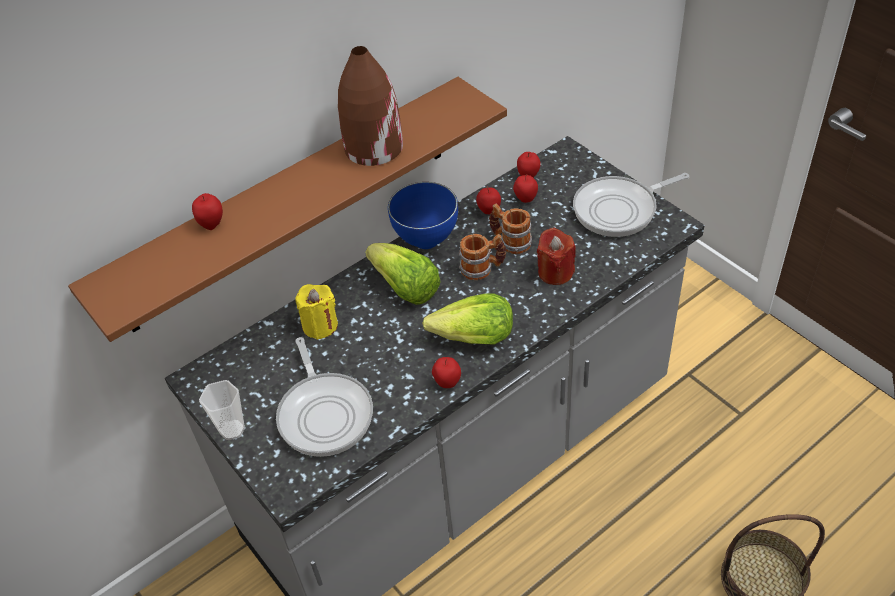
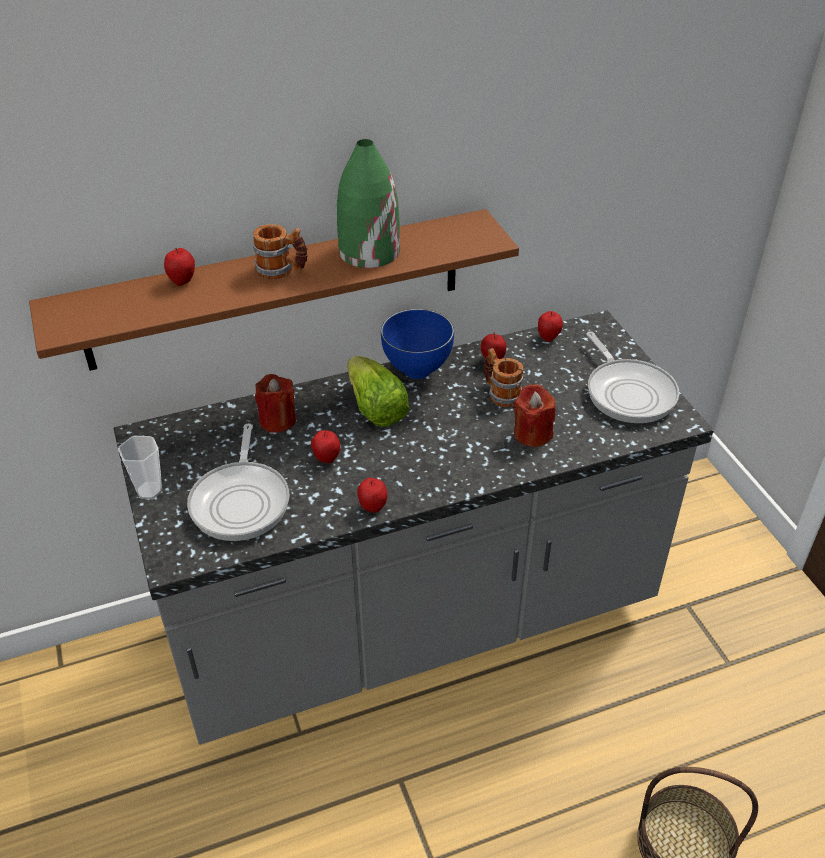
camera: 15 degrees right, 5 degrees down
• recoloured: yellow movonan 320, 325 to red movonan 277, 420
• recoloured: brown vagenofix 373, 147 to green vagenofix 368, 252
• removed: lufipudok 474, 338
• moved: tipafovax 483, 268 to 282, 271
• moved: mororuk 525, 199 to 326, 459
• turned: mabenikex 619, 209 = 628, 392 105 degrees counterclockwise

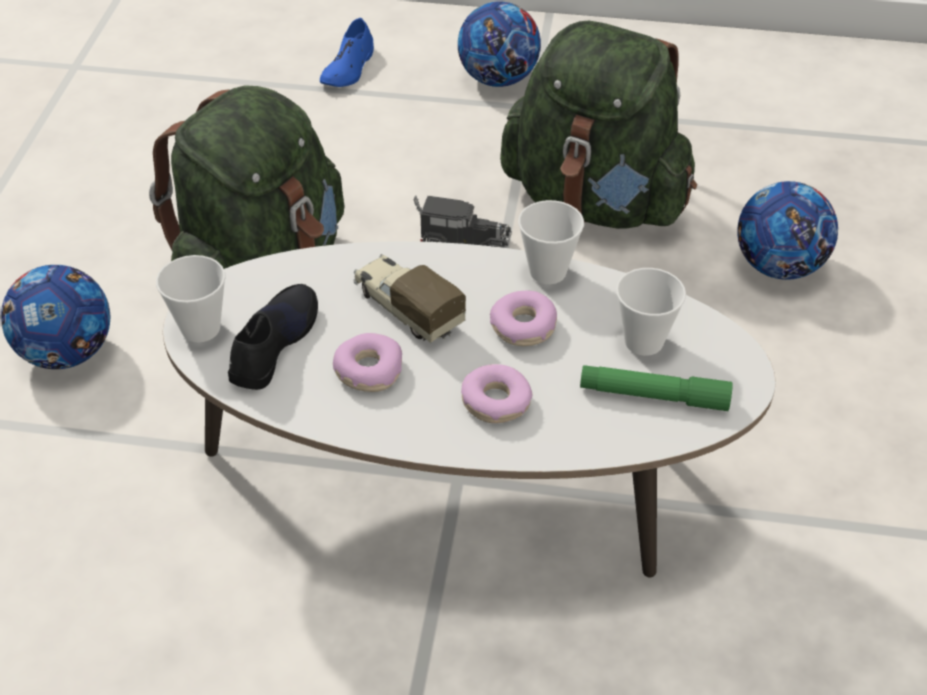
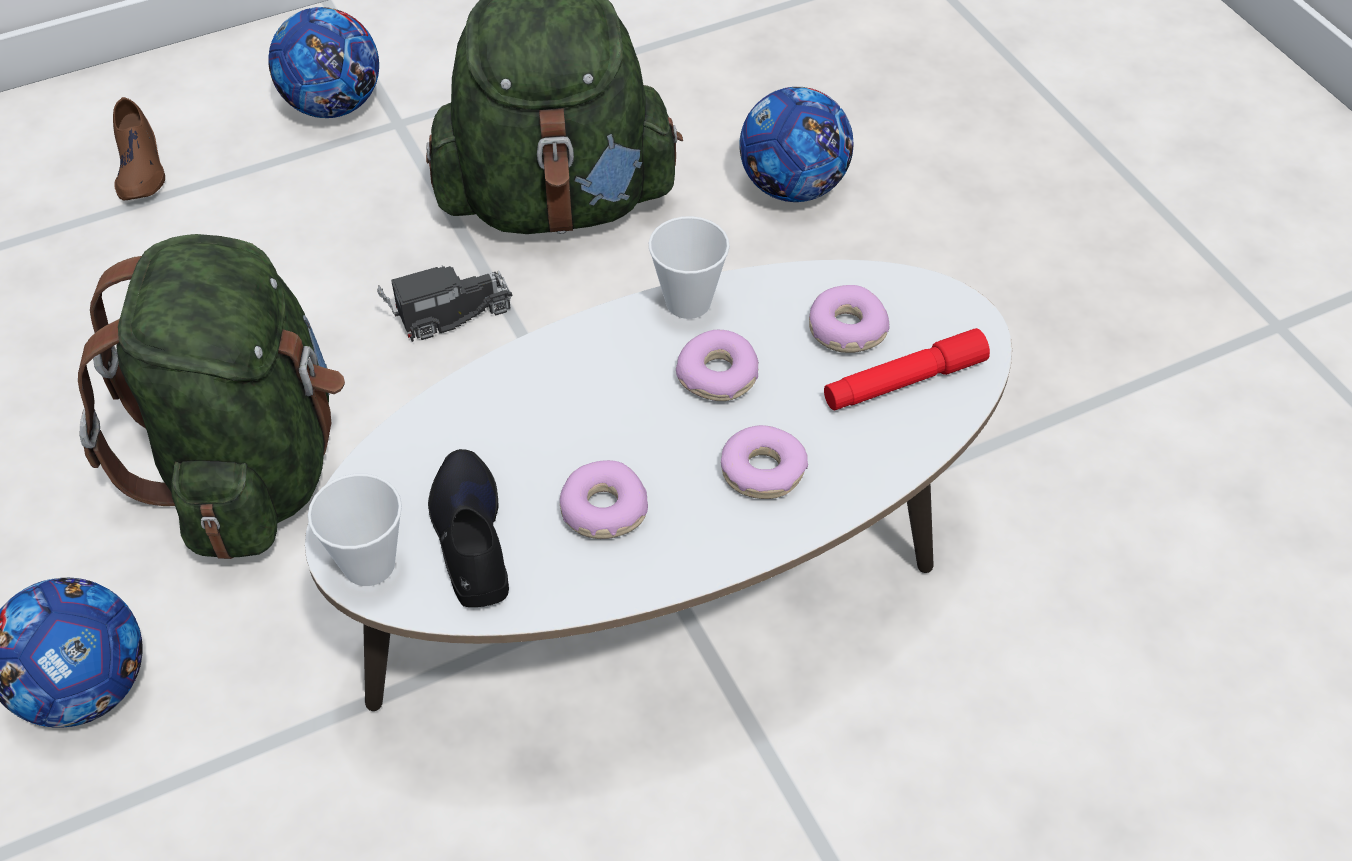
camera: 35 degrees left, 5 degrees up
• recoloured: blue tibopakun 348, 68 to brown tibopakun 139, 167
• removed: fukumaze 406, 309
• recoloured: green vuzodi 653, 396 to red vuzodi 904, 382
• replaced: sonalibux 643, 341 to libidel 846, 329

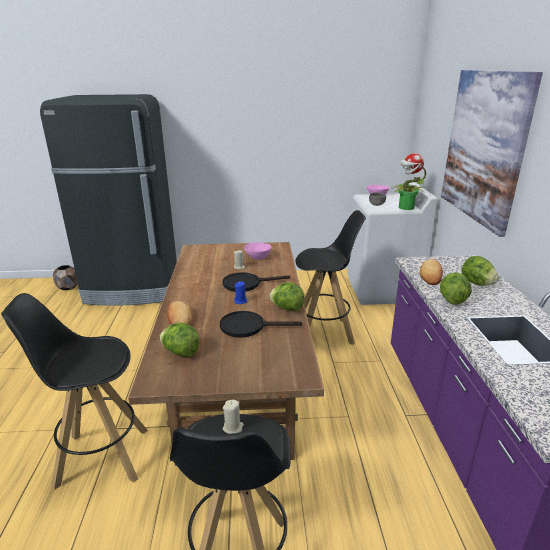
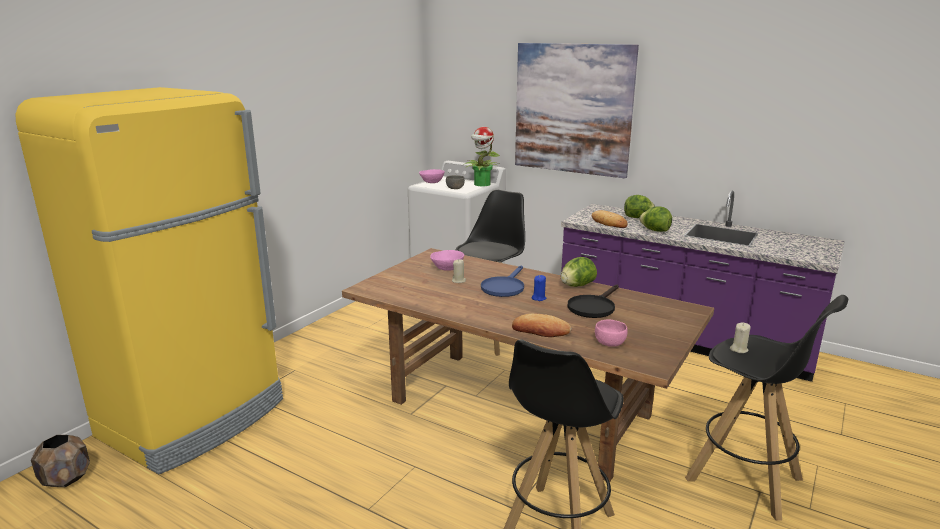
camera: 55 degrees left, 5 degrees down
• recoloured: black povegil 133, 289 to yellow povegil 195, 418
• replaced: lufipudok 181, 352 to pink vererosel 610, 343
• recoloured: black mabenikex 247, 284 to blue mabenikex 504, 287

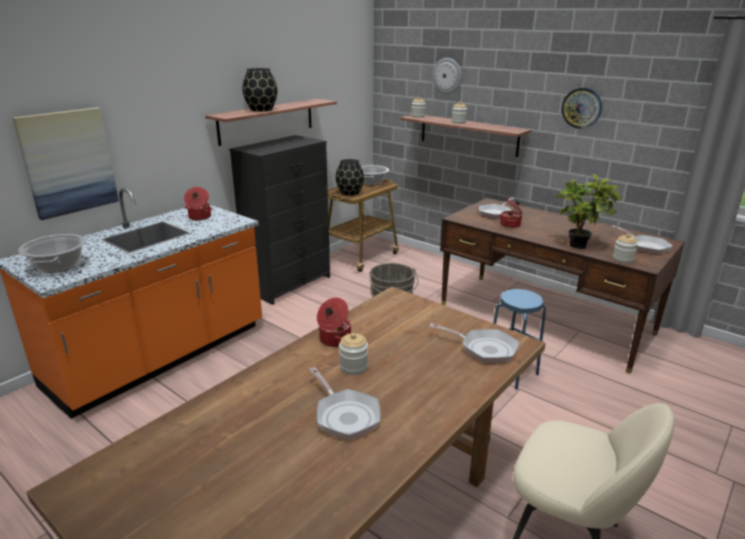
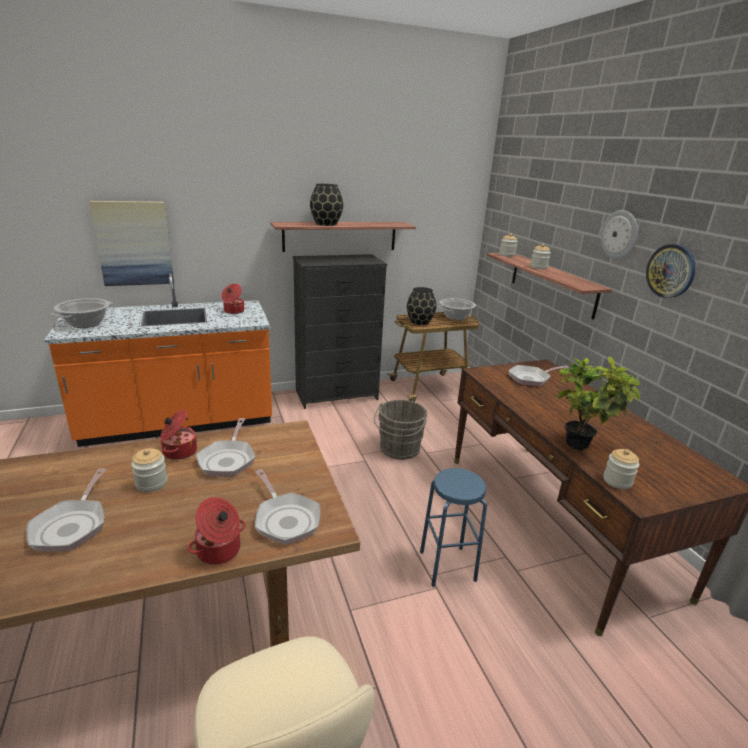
camera: 30 degrees right, 0 degrees up
• moved: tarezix 447, 75 to 620, 234
• moved: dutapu 511, 225 to 219, 551
• moved: mabenikex 645, 246 to 228, 459

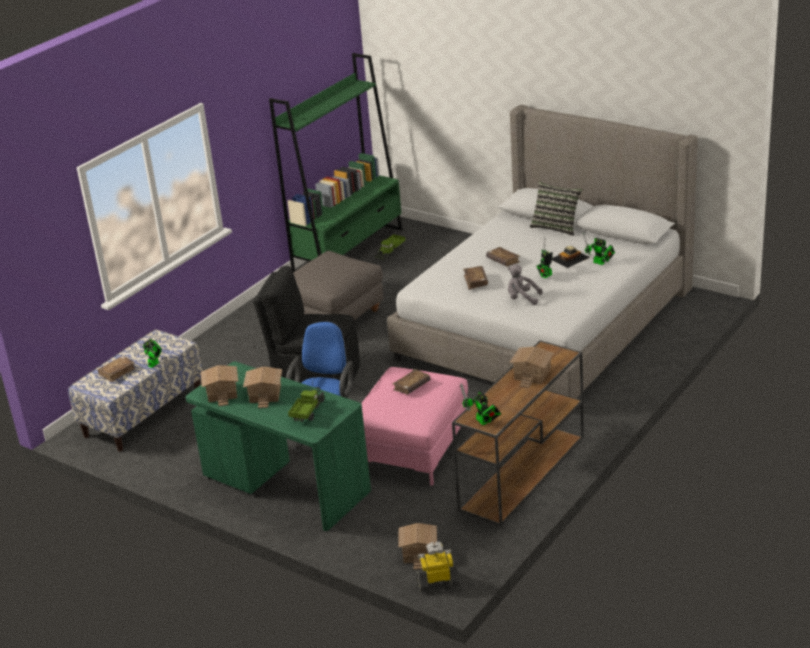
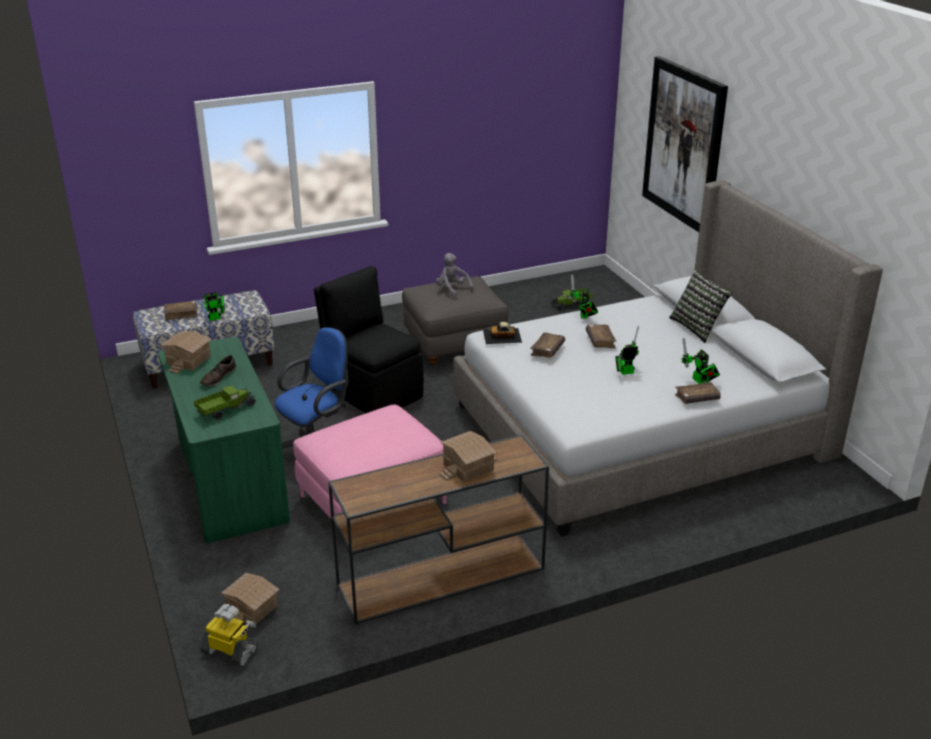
camera: 30 degrees right, 0 degrees up
• replaced: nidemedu 266, 394 to brown tibopakun 218, 377
• removed: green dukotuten 349, 251
• moved: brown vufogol 412, 386 to 697, 398
• moved: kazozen 483, 422 to 583, 316
• moved: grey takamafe 522, 299 to 452, 289
• moved: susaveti 570, 258 to 502, 336
• added: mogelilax 684, 144

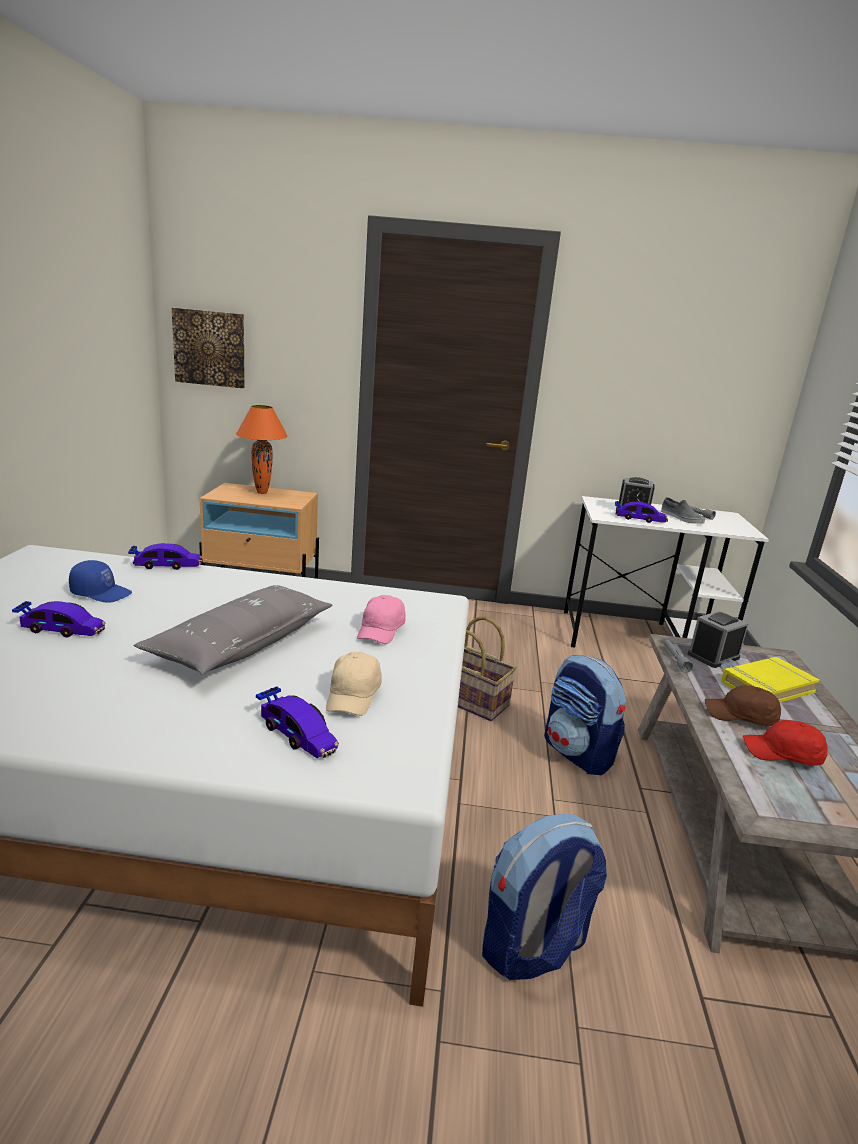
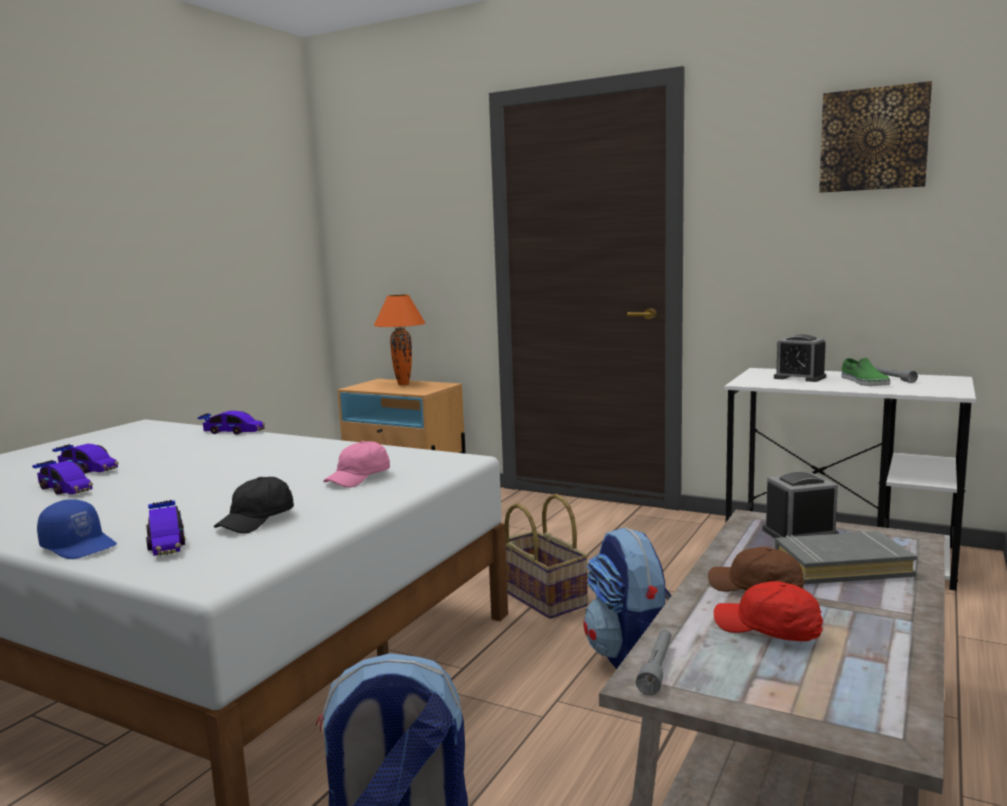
camera: 25 degrees right, 10 degrees down
• moved: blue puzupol 102, 593 to 80, 546
• removed: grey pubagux 242, 643
• moved: mogelilax 210, 348 to 874, 139
• recoloured: beige puzupol 353, 696 to black puzupol 257, 520
• moved: susaveti 639, 519 to 65, 488
• recoloured: grey tibopakun 681, 518 to green tibopakun 864, 382
• moved: grey vuzodi 675, 659 to 657, 669
• recoloured: yellow vufogol 766, 687 to grey vufogol 841, 566

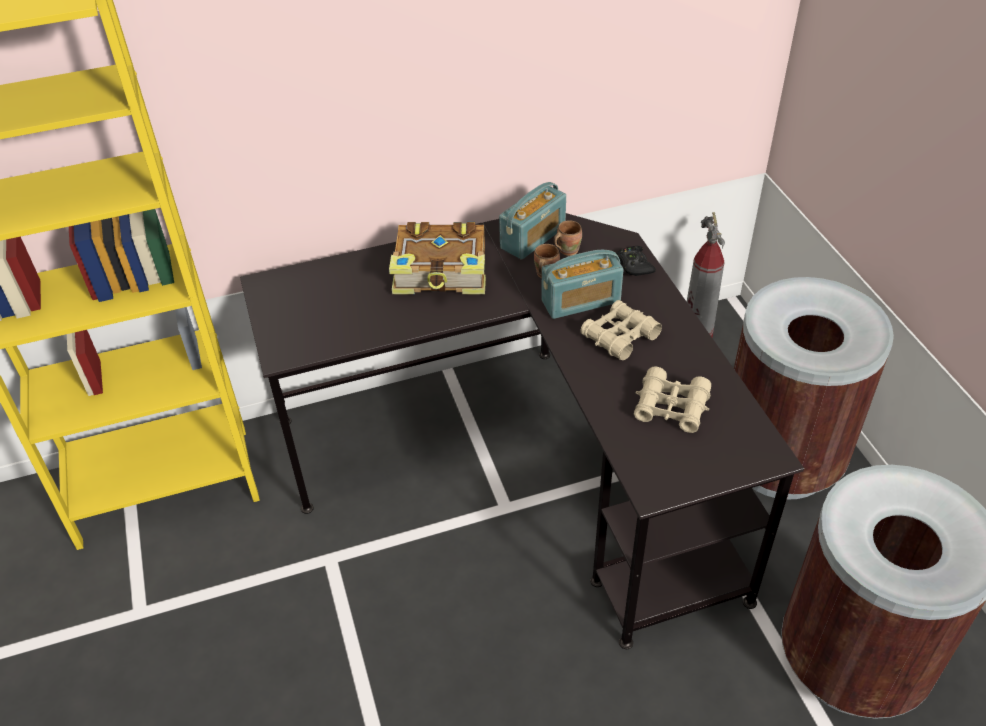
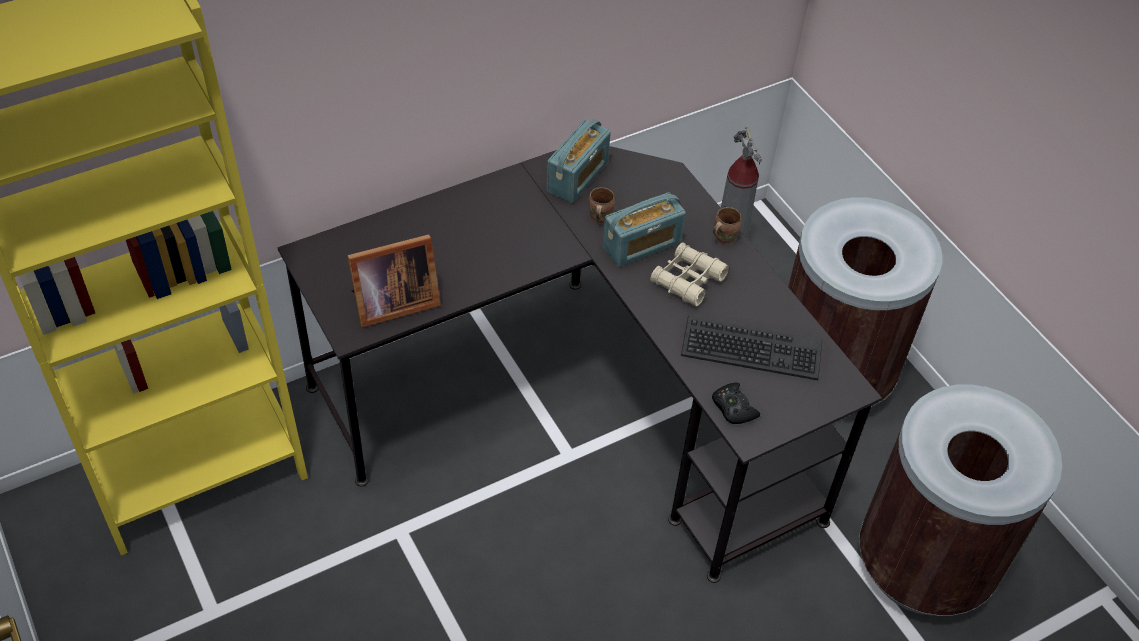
camera: 15 degrees left, 5 degrees up
• removed: vufogol 442, 272
• moved: brown tipafovax 566, 250 to 723, 236
• moved: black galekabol 634, 265 to 733, 408
• replaced: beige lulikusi 671, 407 to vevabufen 751, 350
• added: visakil 391, 303

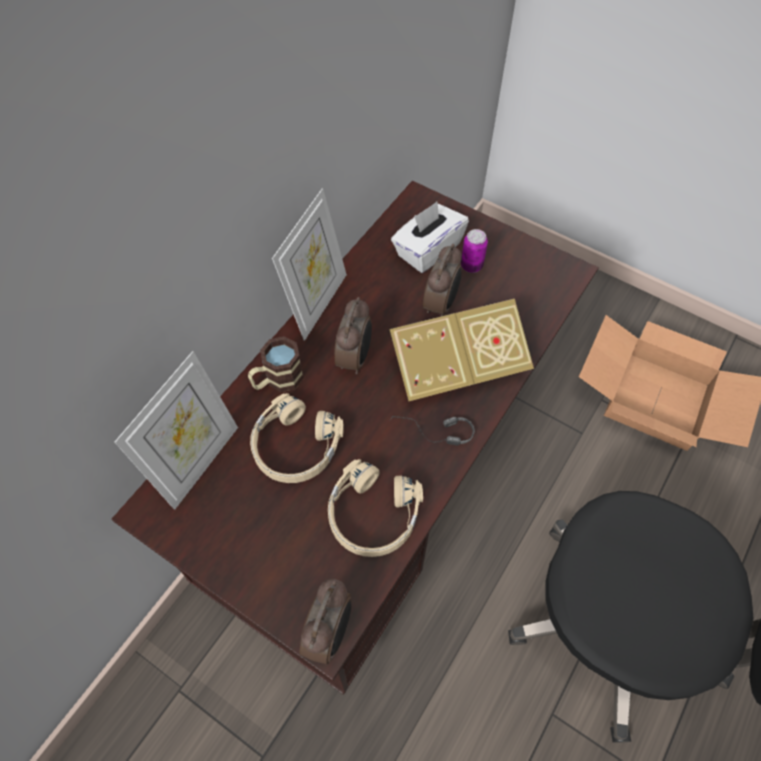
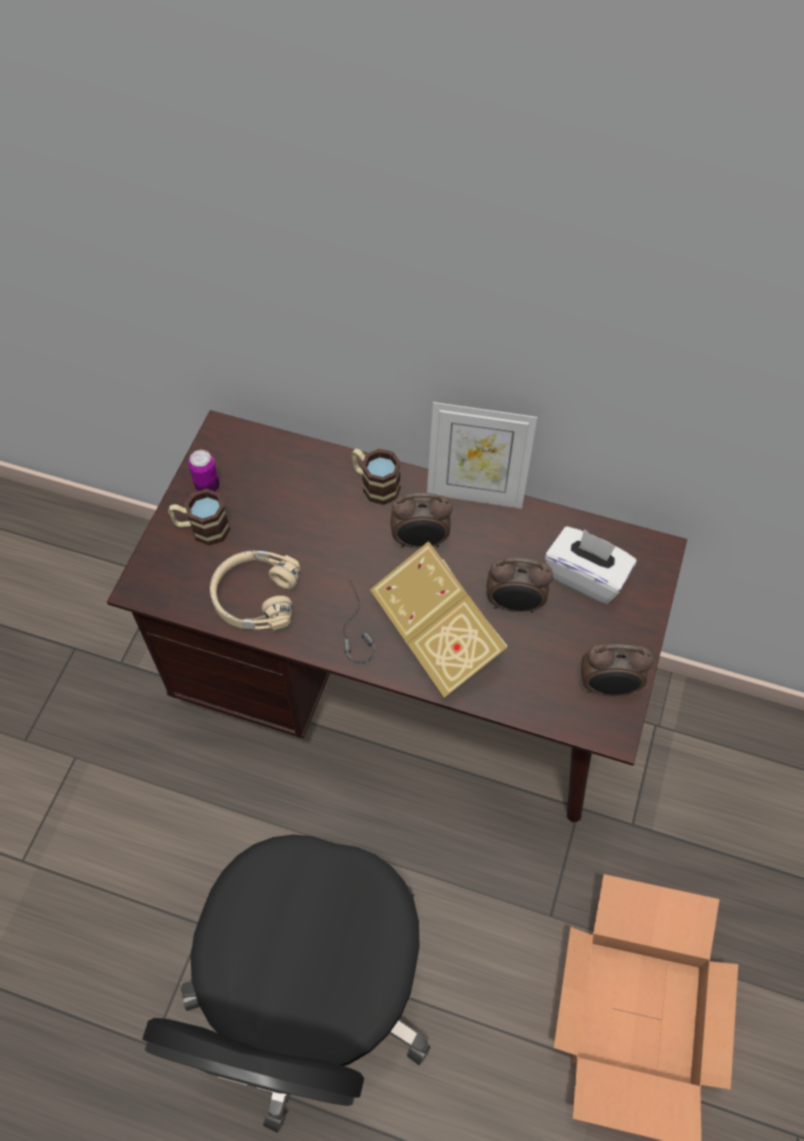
camera: 75 degrees right, 0 degrees up
• removed: visakil 198, 462
• removed: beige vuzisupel 295, 447
• moved: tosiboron 330, 632 to 608, 687
• moved: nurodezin 471, 265 to 207, 486
• added: tipafovax 202, 529

